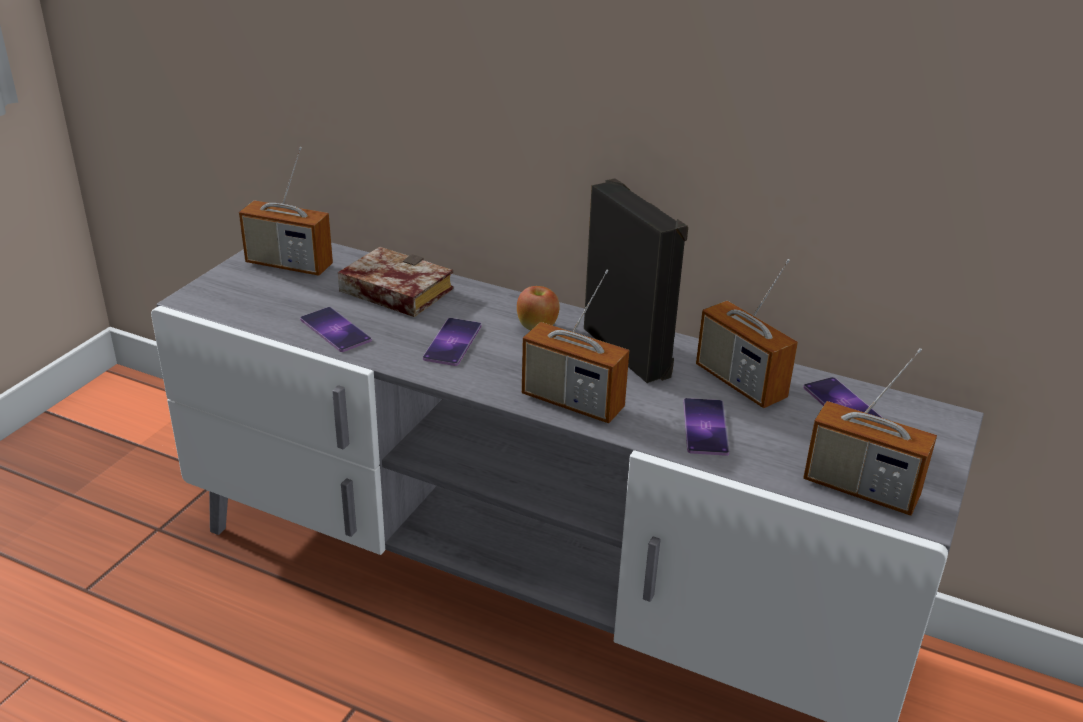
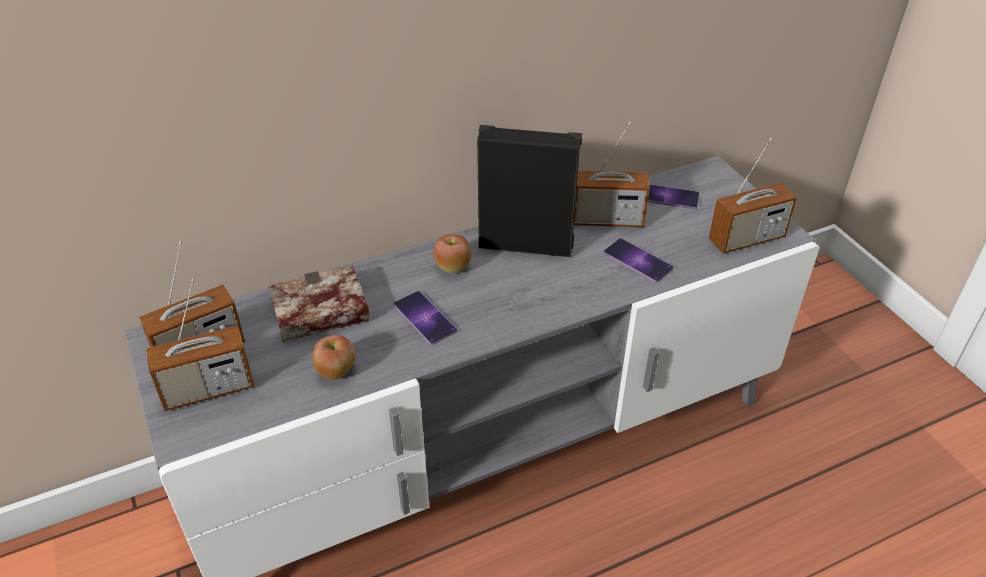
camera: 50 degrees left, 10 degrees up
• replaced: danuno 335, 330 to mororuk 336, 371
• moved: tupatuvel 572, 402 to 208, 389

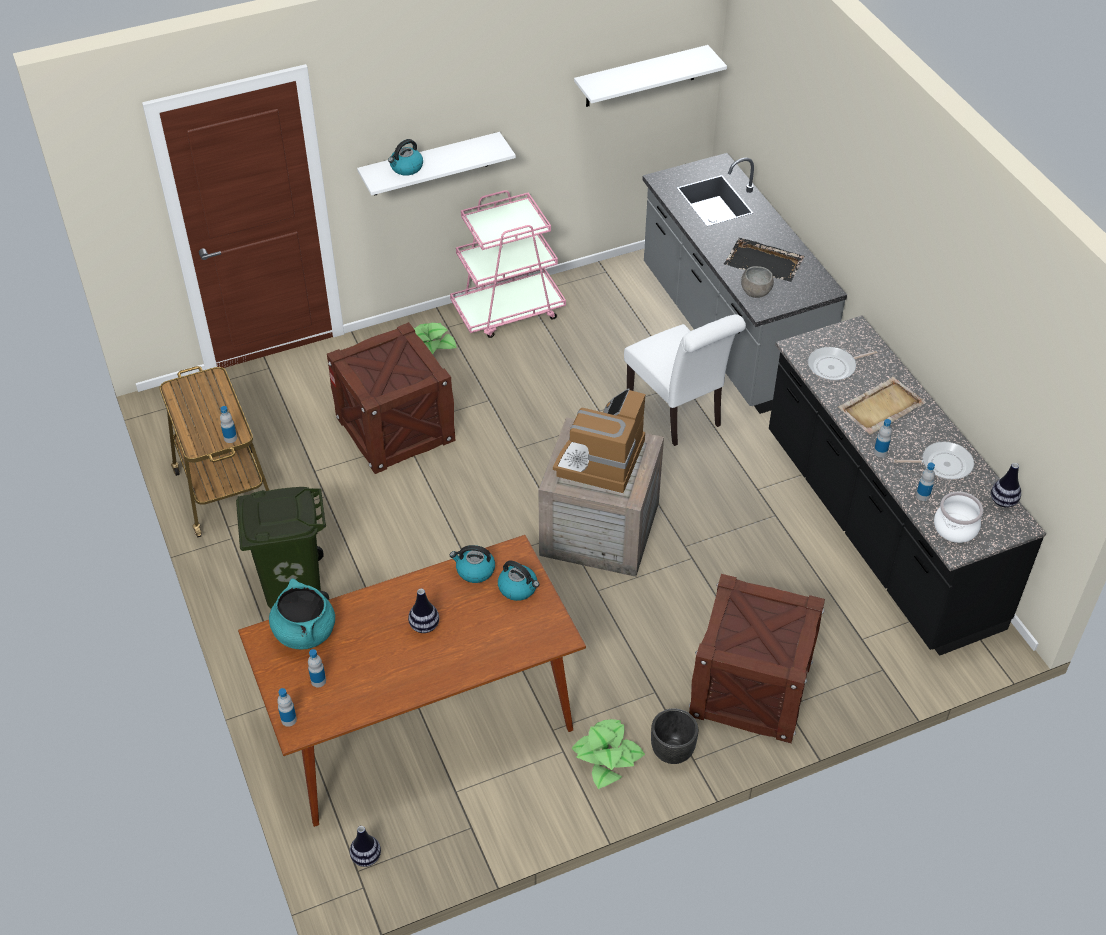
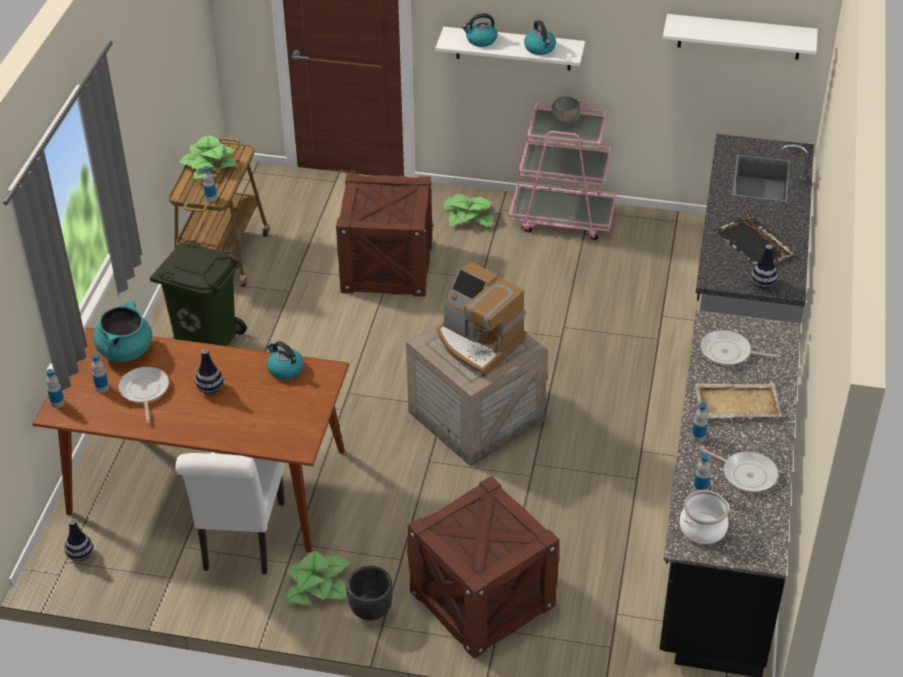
camera: 35 degrees right, 5 degrees down
• moved: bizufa 518, 588 to 540, 48
• turned: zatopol 601, 460 = 478, 343 105 degrees counterclockwise
• moved: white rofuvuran 678, 414 to 241, 541
• moved: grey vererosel 755, 292 to 565, 120
• moved: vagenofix 1003, 501 to 762, 284
• added: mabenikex 144, 391
• added: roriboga 209, 165

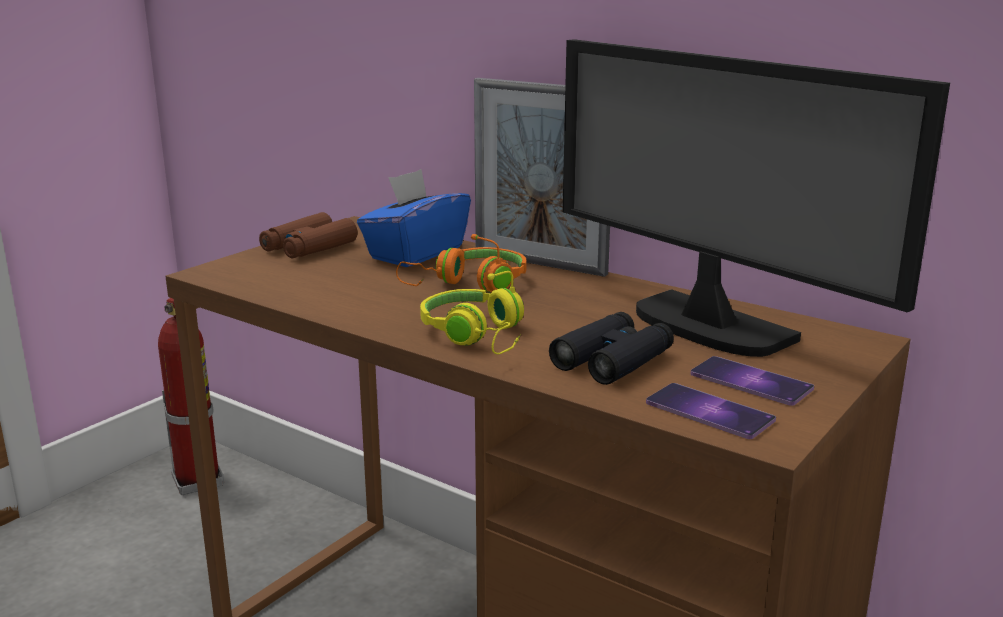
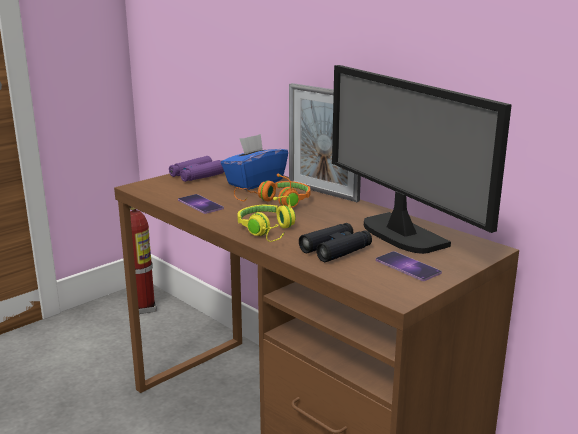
camera: 10 degrees right, 0 degrees up
• recoloured: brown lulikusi 308, 247 to purple lulikusi 196, 175
• moved: danuno 709, 411 to 200, 204

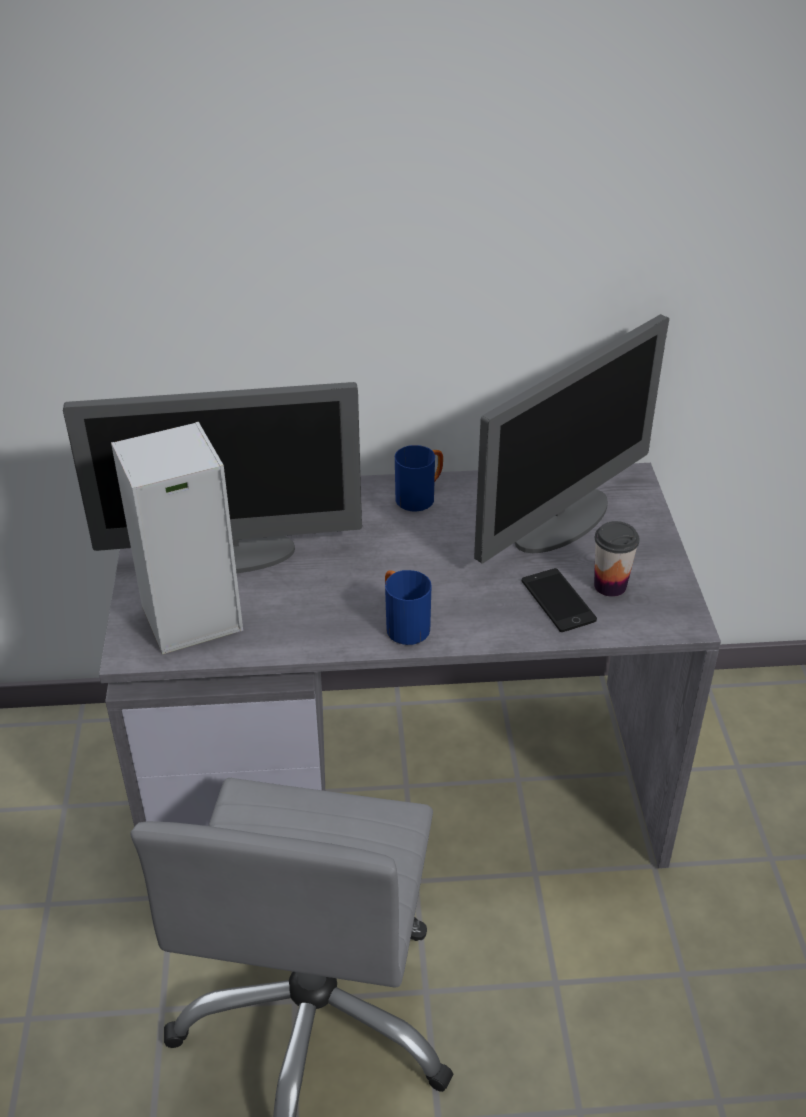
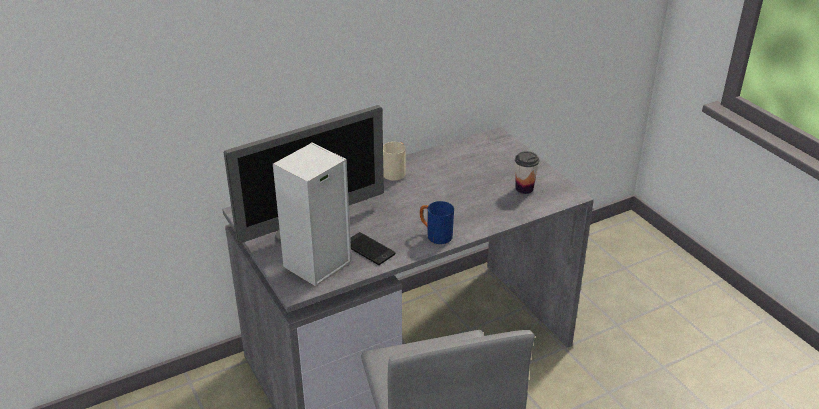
camera: 25 degrees left, 5 degrees down
• recoloured: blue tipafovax 420, 497 to beige tipafovax 396, 172
• removed: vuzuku 562, 521
• moved: danuno 558, 601 to 369, 249

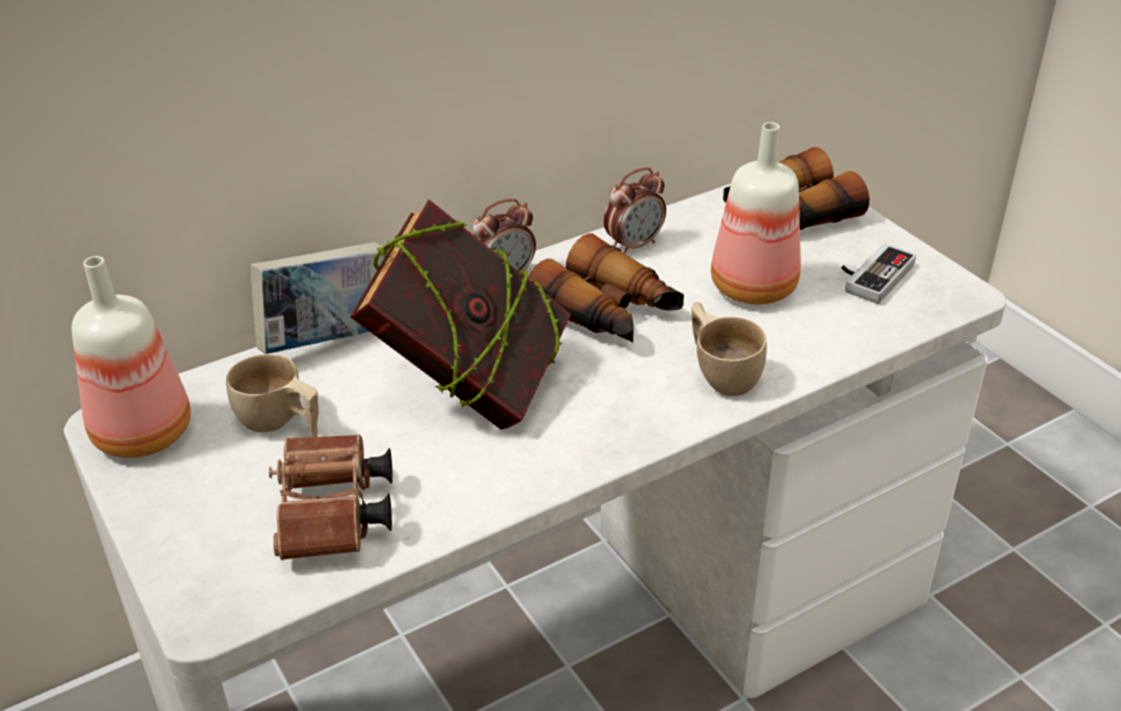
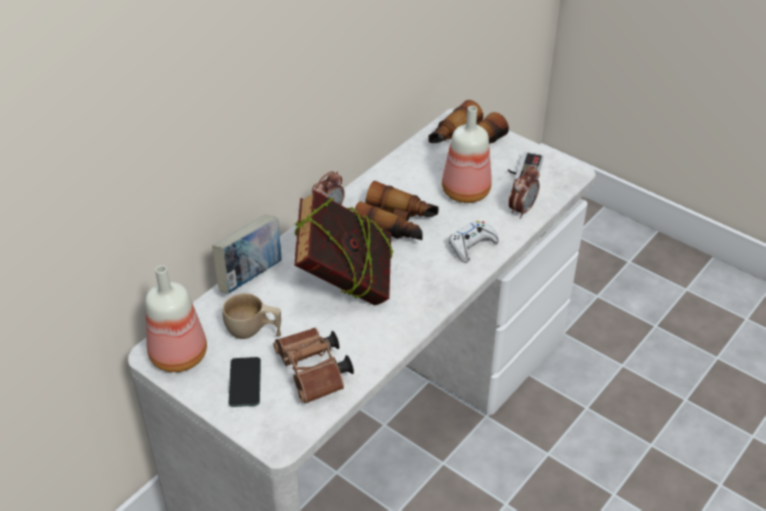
camera: 20 degrees left, 5 degrees up
• moved: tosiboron 634, 245 to 522, 209
• replaced: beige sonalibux 721, 372 to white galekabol 472, 246
• added: danuno 245, 382

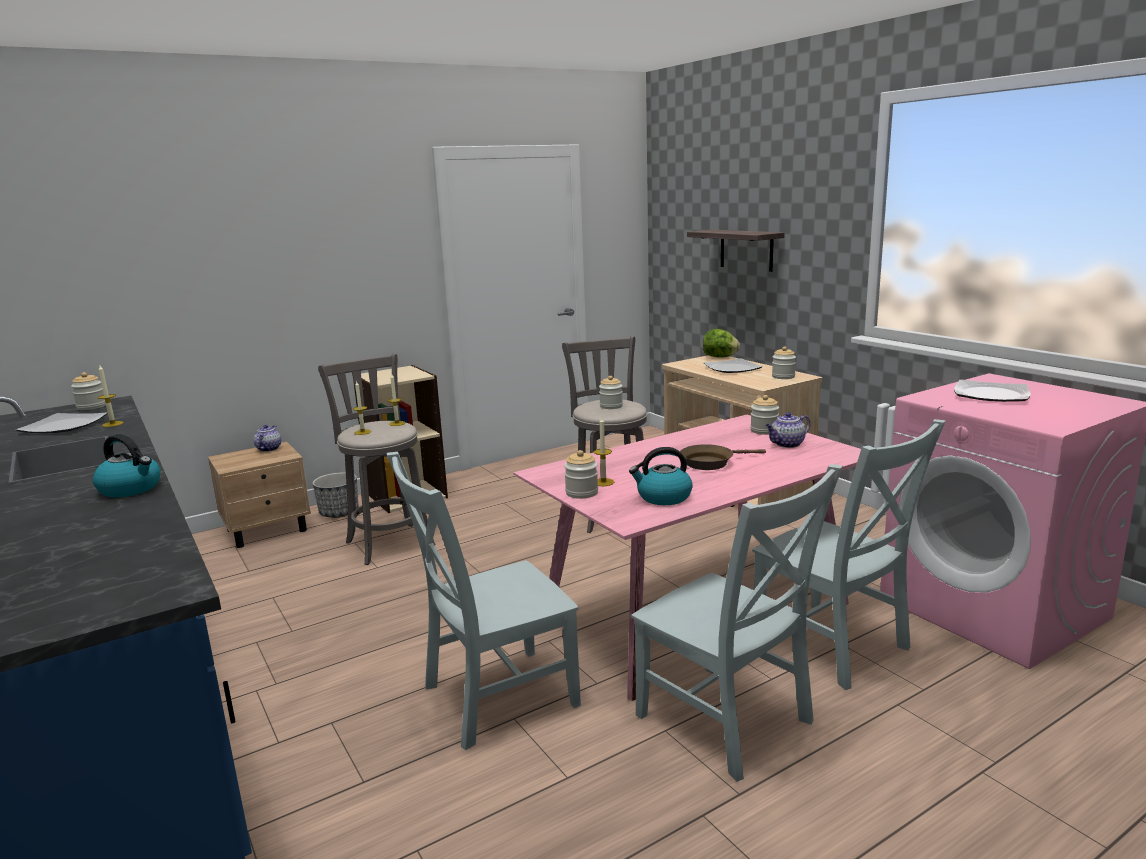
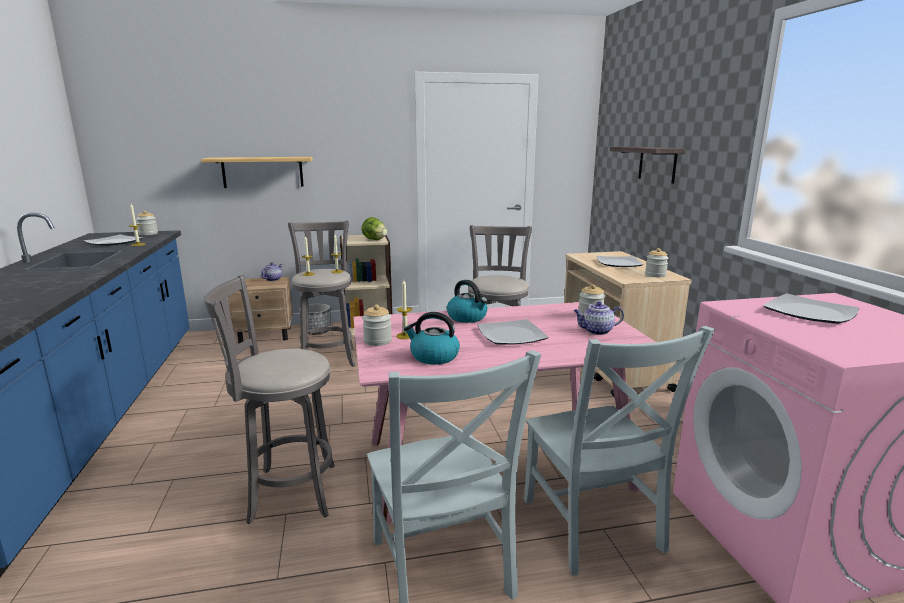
camera: 20 degrees right, 0 degrees up
• moved: bizufa 131, 489 to 467, 317
• replaced: grey rofuvuran 493, 698 to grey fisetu 287, 492
• removed: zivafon 611, 406
• replaced: brown mabenikex 711, 462 to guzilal 510, 335
• moved: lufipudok 720, 357 to 374, 240
• added: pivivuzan 262, 172

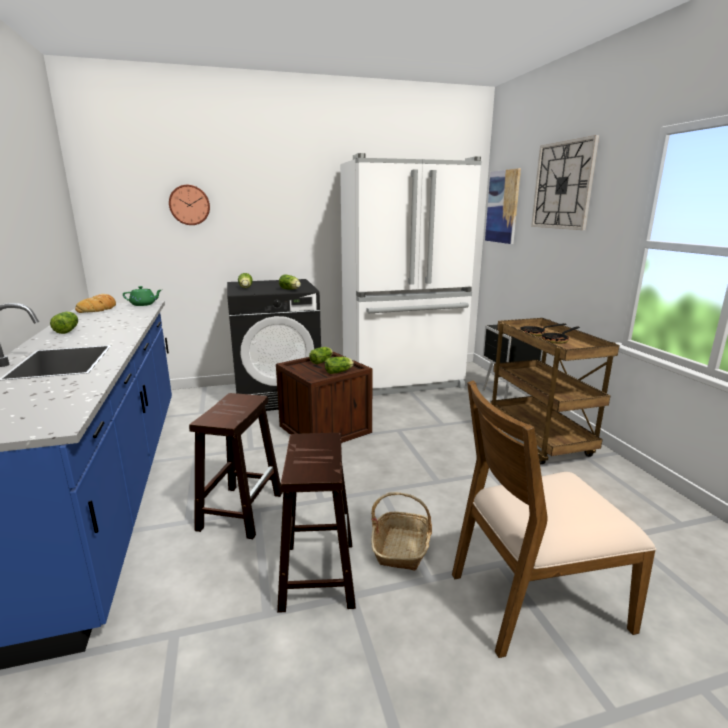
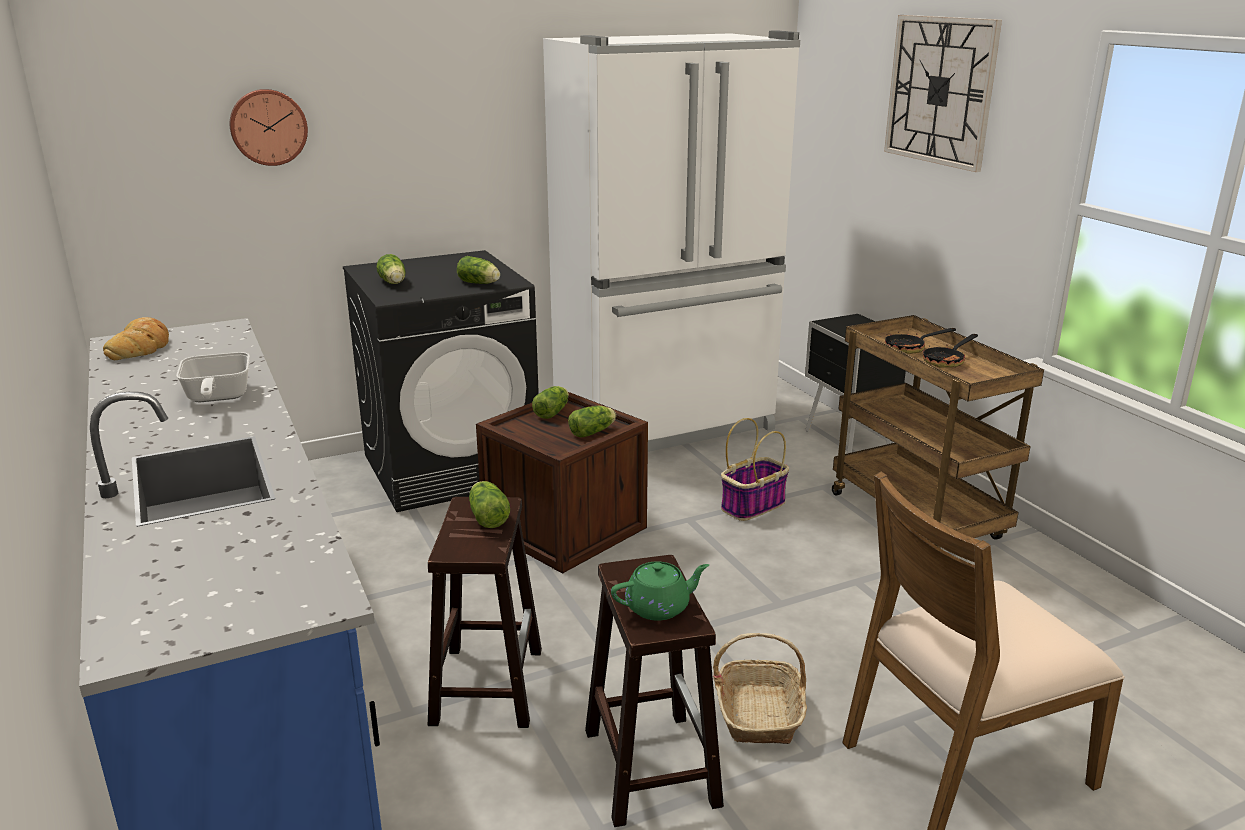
camera: 10 degrees left, 5 degrees up
• moved: lufipudok 68, 330 to 488, 516
• moved: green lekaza 144, 304 to 659, 607
• removed: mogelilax 502, 207
• added: mabenikex 216, 398
• added: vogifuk 753, 505

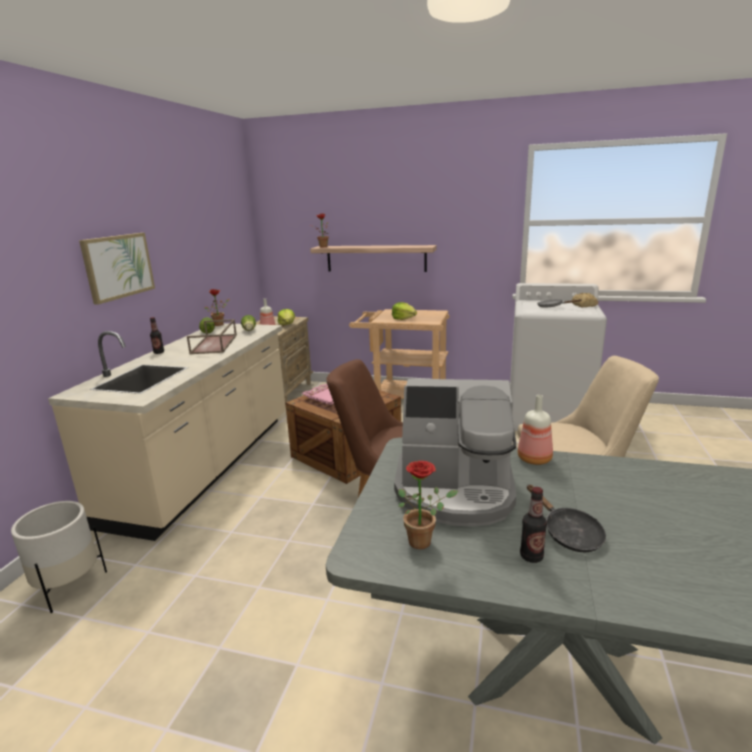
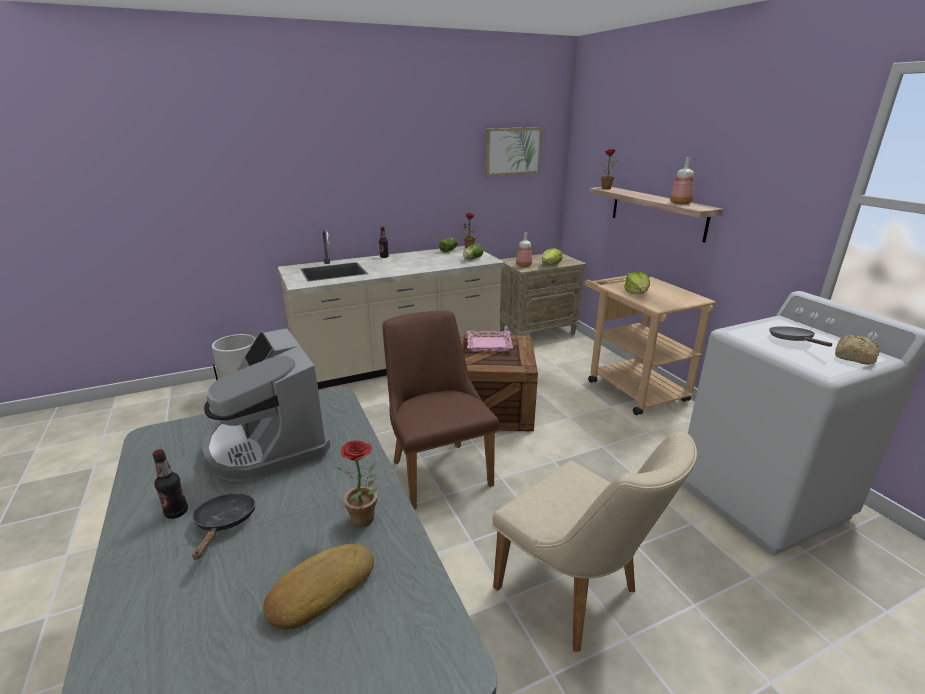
camera: 50 degrees right, 5 degrees up
• moved: mogelilax 118, 266 to 512, 151
• removed: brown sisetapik 215, 344
• moved: roriboga 424, 541 to 366, 521
• moved: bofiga 534, 458 to 681, 203
• turned: black mabenikex 568, 533 = 224, 524 150 degrees clockwise
• added: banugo 320, 589

